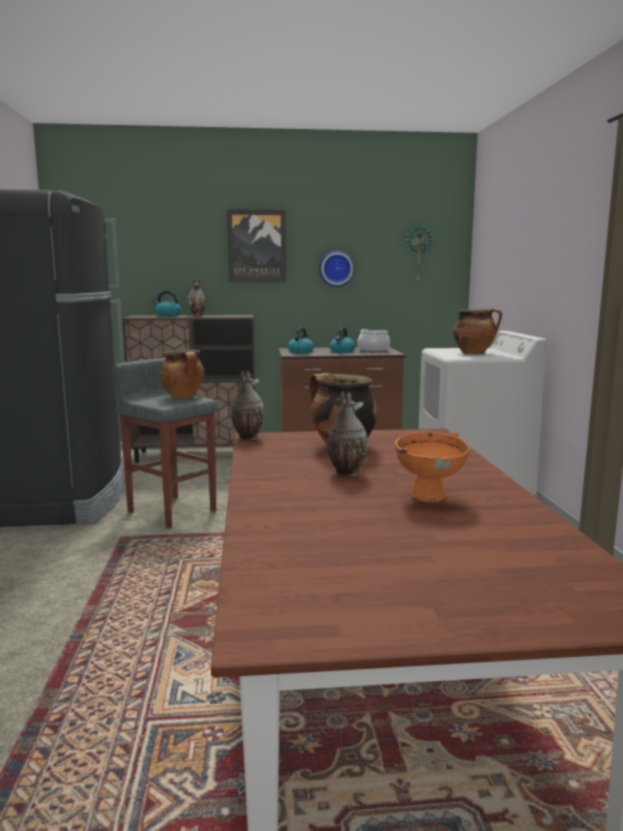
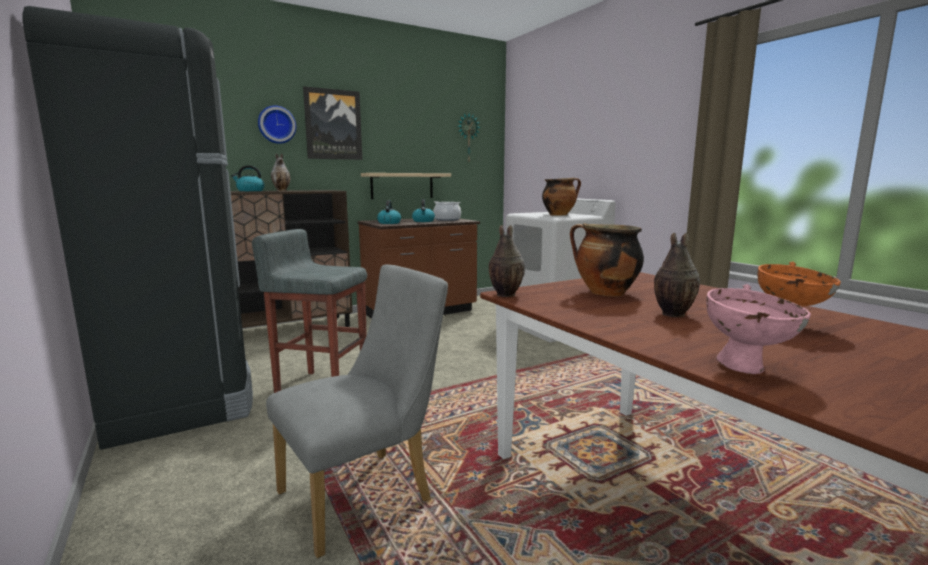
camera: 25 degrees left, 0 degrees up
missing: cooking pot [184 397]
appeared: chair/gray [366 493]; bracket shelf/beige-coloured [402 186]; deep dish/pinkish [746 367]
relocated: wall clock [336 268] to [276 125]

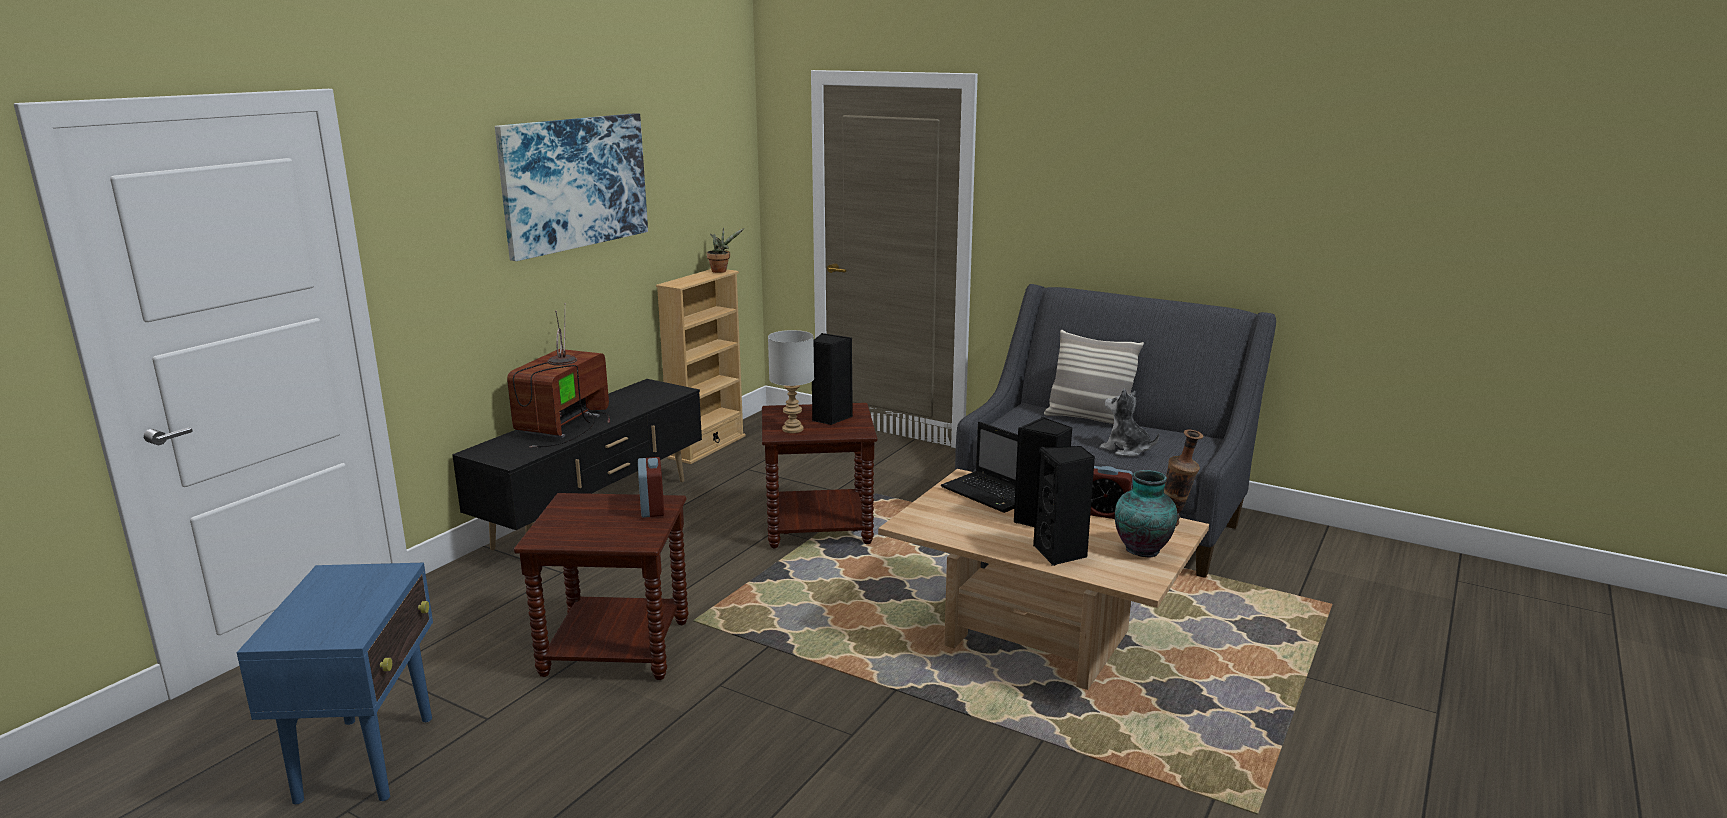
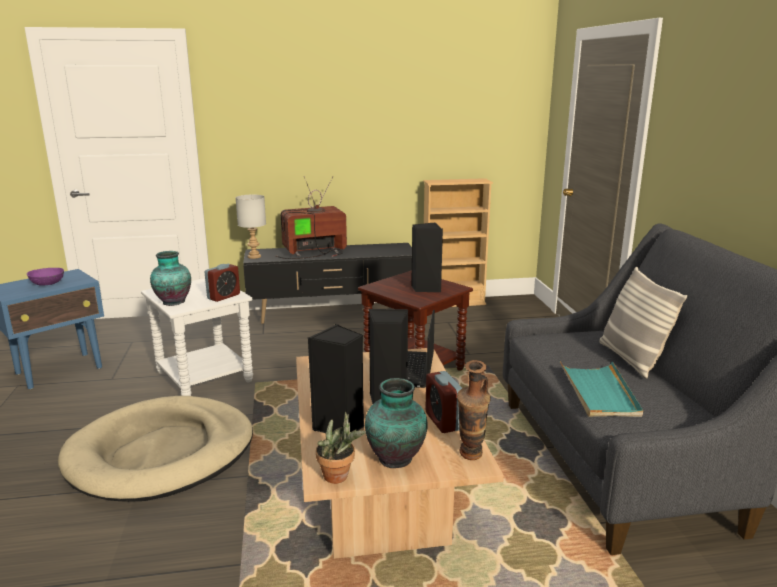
camera: 50 degrees right, 0 degrees up
missing: wall art [574 183]
appeared: deep dish/purplish [47 283]; dog cushion/beige-coloured [162 453]; vase [172 302]
relocated: plant in a pot [721 271] to [339 477]; lamp for a table/gray [792 429] to [254 256]
exchanged: soft toy [1126 450] to tray/blue-green [599 392]
colour: accent table/brown [617 648] to accent table/white [205 377]

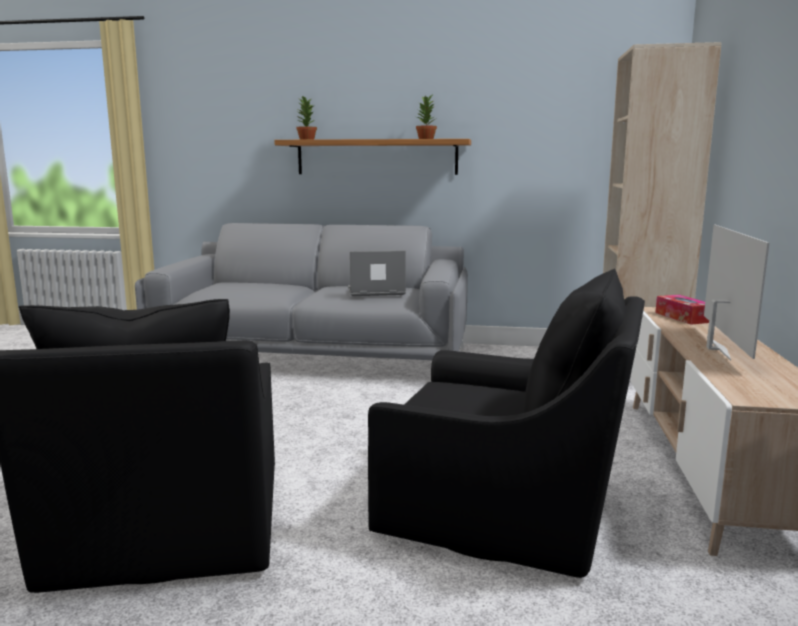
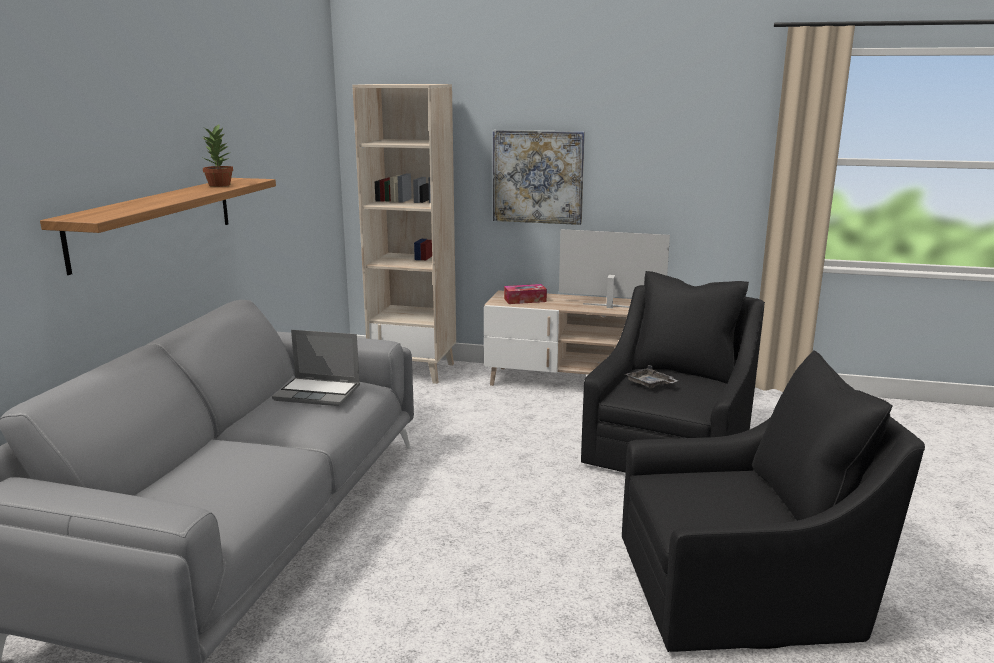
camera: 85 degrees left, 5 degrees up
missing: plant in a pot [306 139]
appeared: wall art [538 177]; tray/gray [650 384]
spun: notebook computer [375 292] = [319 393] 75 degrees counterclockwise

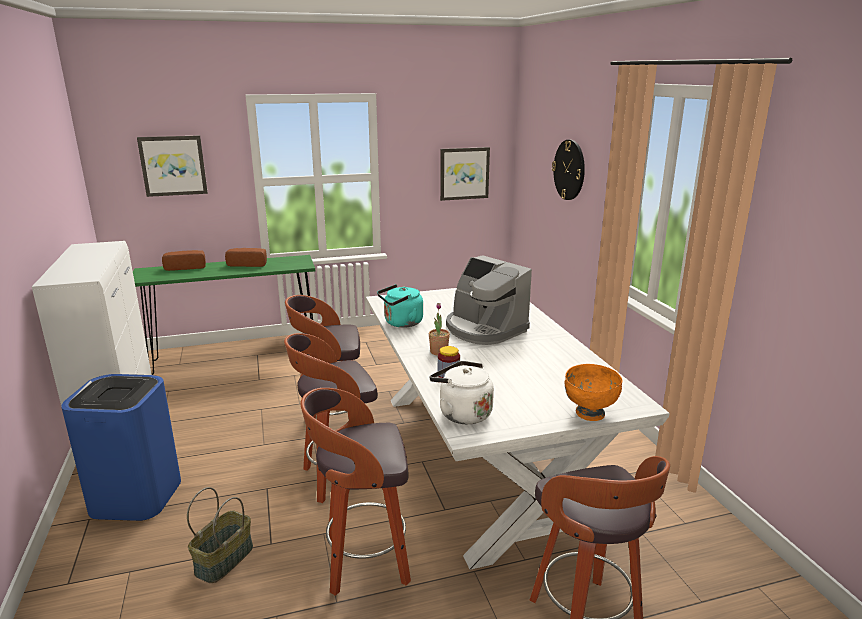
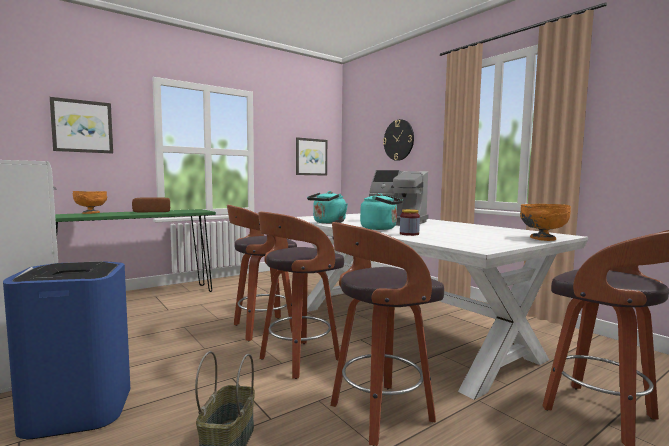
camera: 20 degrees left, 15 degrees down
missing: kettle/white [462 413]
exchanged: bakery bread [186 267] to deep dish/orange-coloured [91 213]; plant in a pot [439 352] to kettle/blue-green [381 228]

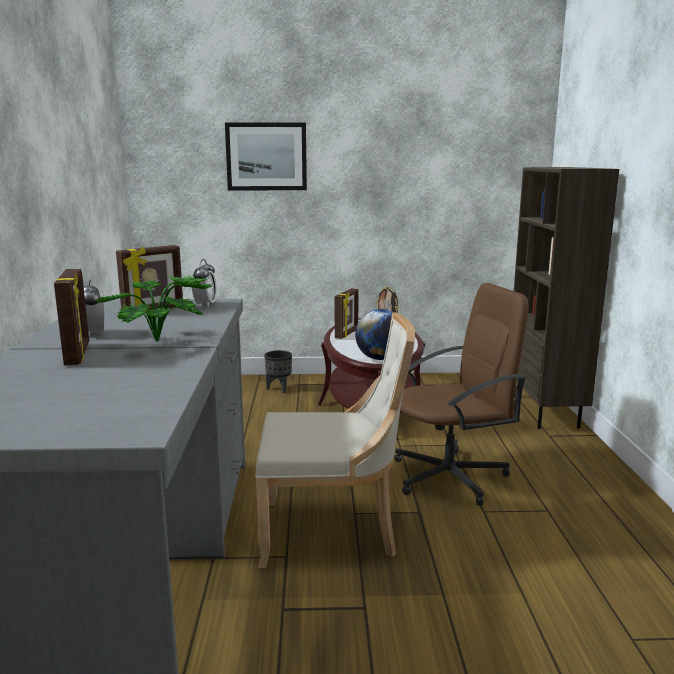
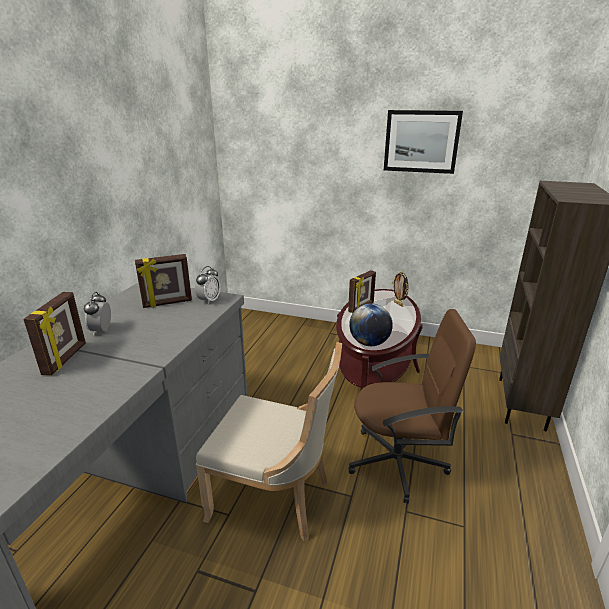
camera: 20 degrees right, 10 degrees up
missing: plant in a pot [163 342]; flower pot/black-coloured [279 389]
relocated: wall art [266 156] to [421 141]

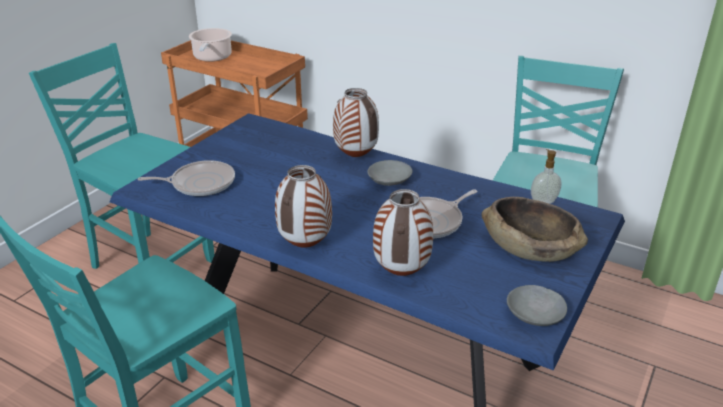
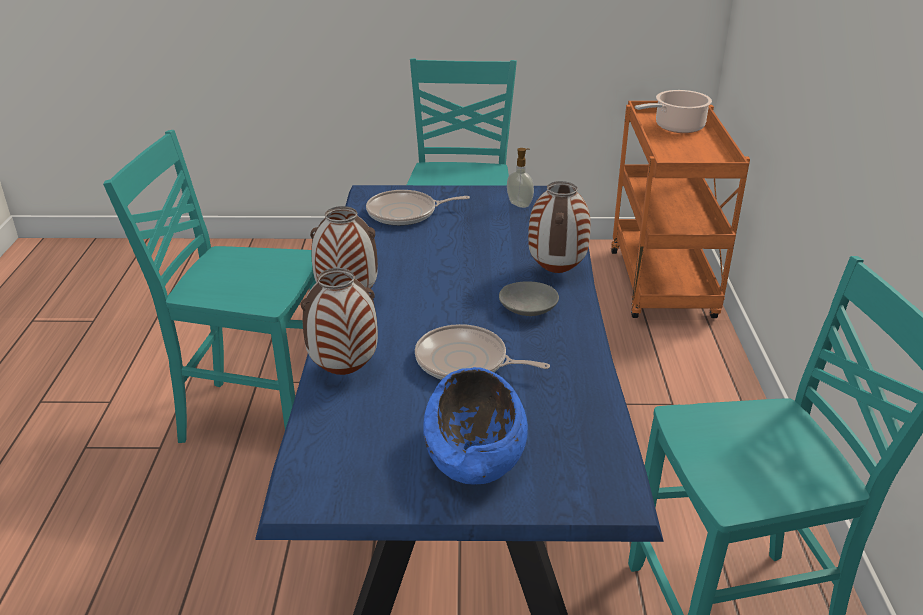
camera: 60 degrees right, 0 degrees up
missing: deep dish/gray [535 314]
relocated: liquid soap bottle [543 201] to [520 204]
colour: deep dish/brown [530 248] to deep dish/blue [476 453]
spun: frying pan [200 183] = [405 213] 120 degrees clockwise

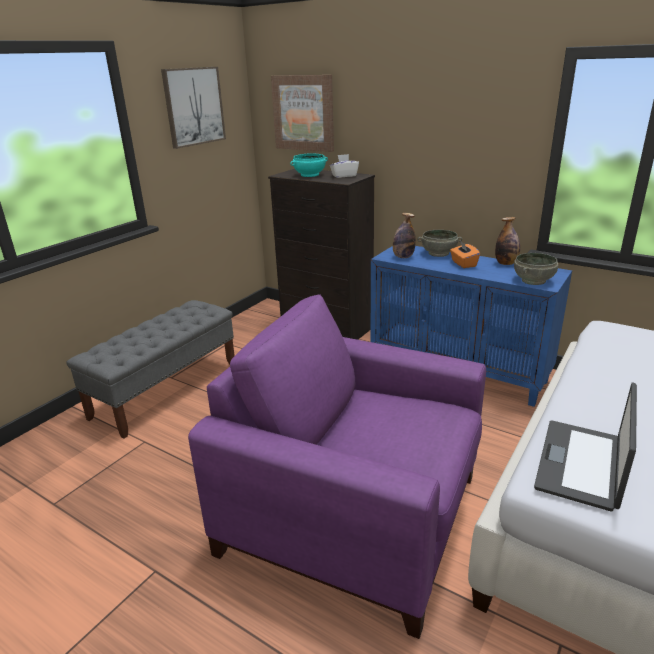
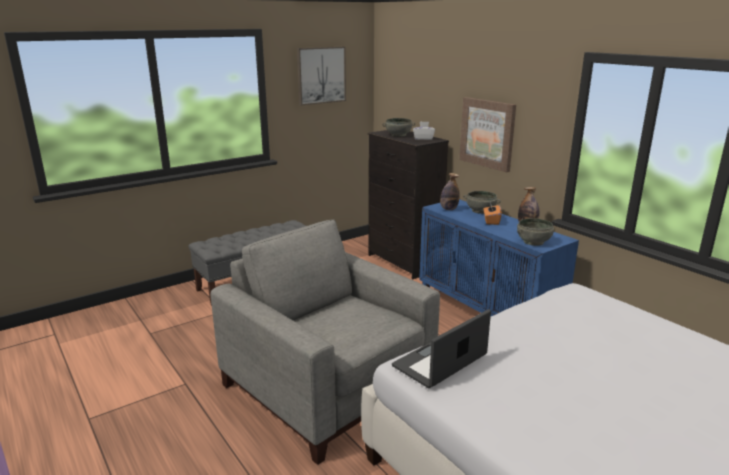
camera: 20 degrees right, 5 degrees down
relocated: wall art [303 113] to [487 133]
colour: easy chair/purplish [355 514] to easy chair/gray [330 387]; deep dish/blue-green [309 175] to deep dish/gray [398 135]

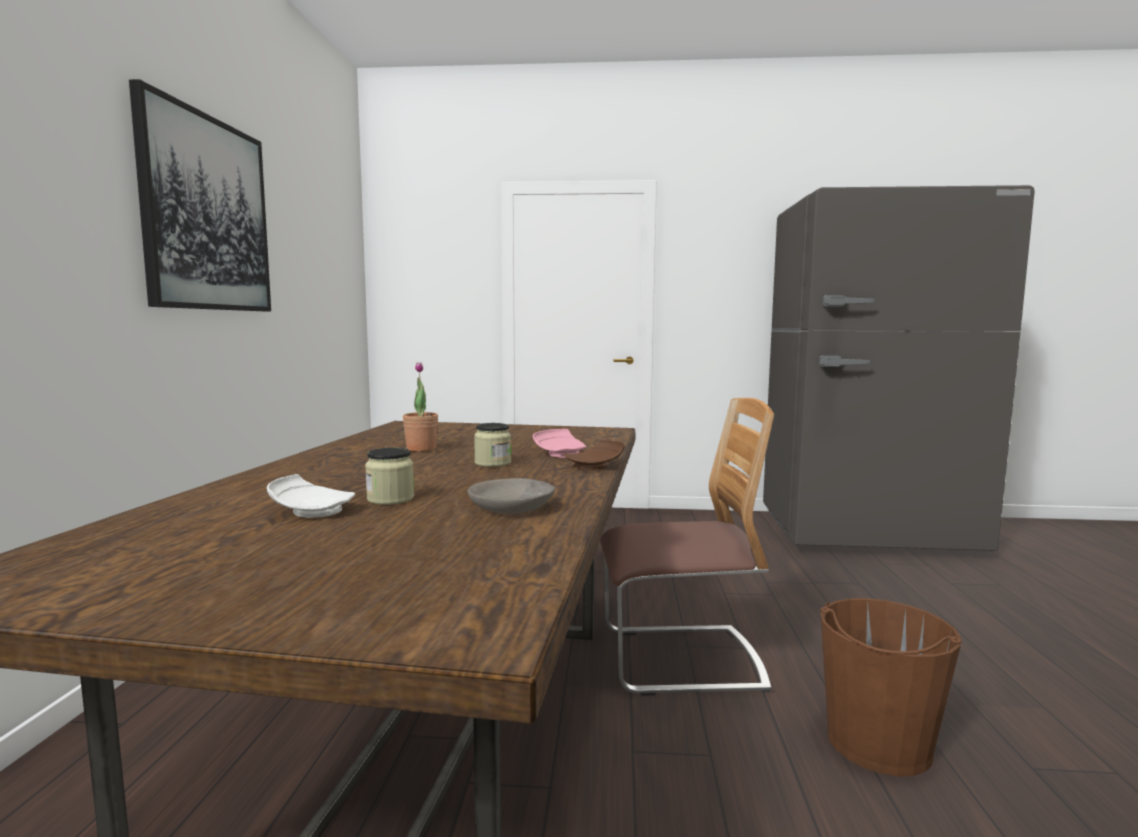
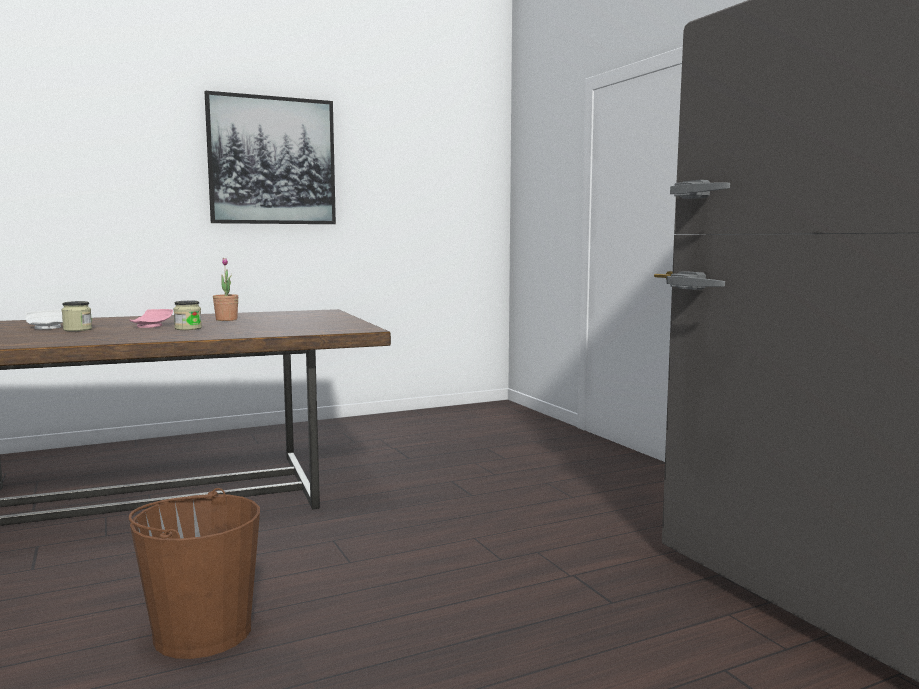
camera: 60 degrees right, 0 degrees up
missing: deep dish/gray [513 508]; dinner plate/brown [595 466]; chair [680 660]
relocated: dinner plate/pinkish [561 454] to [152 326]

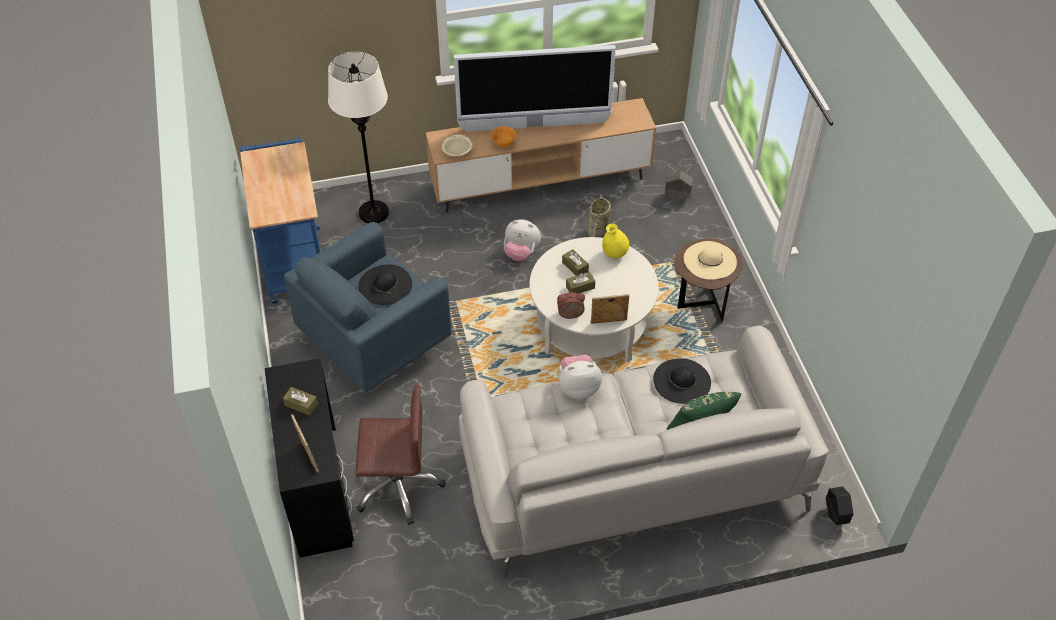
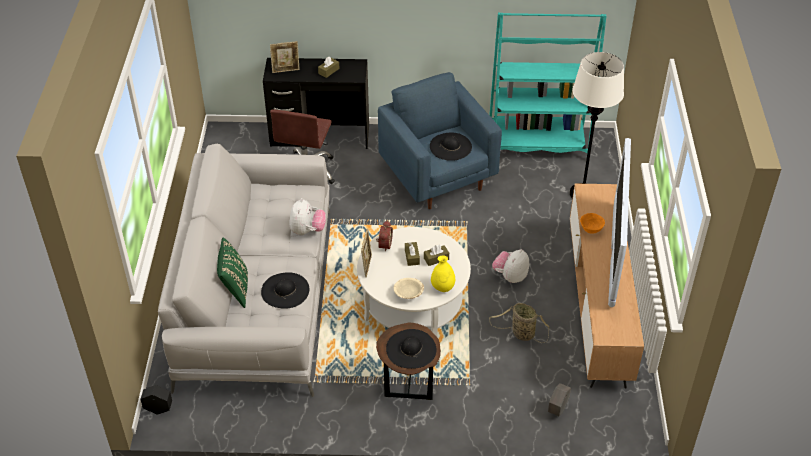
camera: 105 degrees right, 5 degrees down
relocated: deep dish/beige-coloured [457 152] to [408 294]
exchanged: trolley/blue [294 260] to bookshelf/blue-green [538 145]
colour: hat/beige-coloured [710 260] to hat/black-coloured [411 349]

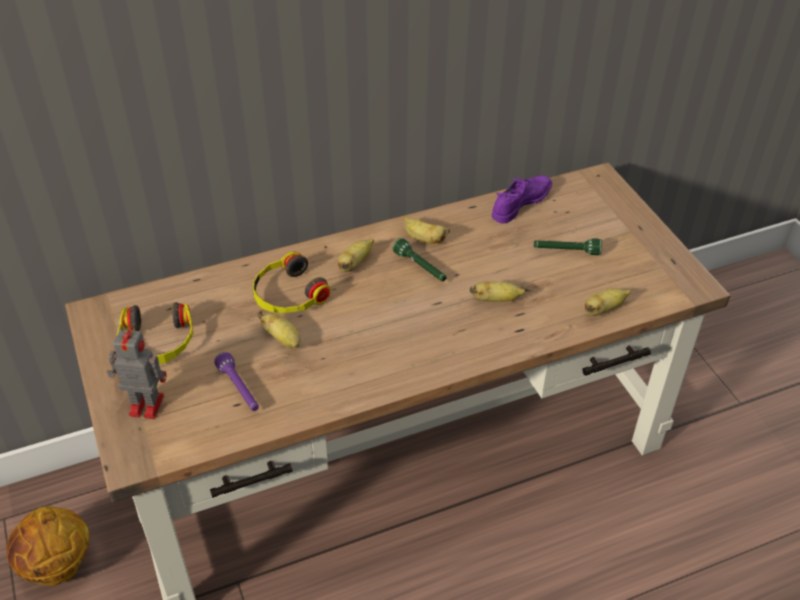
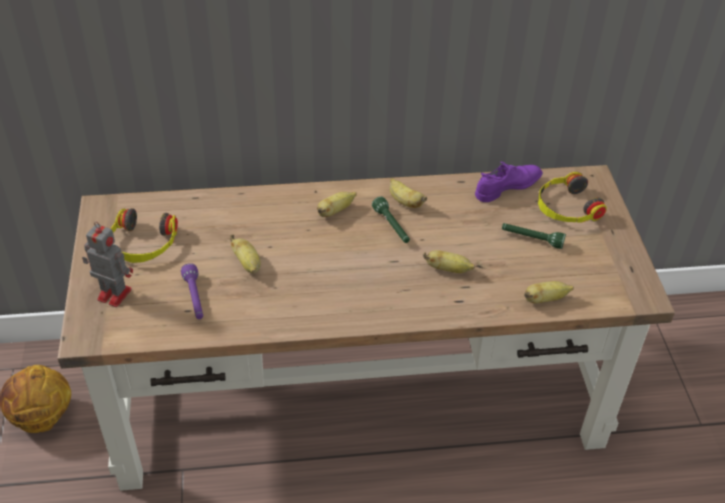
camera: 15 degrees right, 0 degrees up
relocated: headset [288 294] to [566 207]

